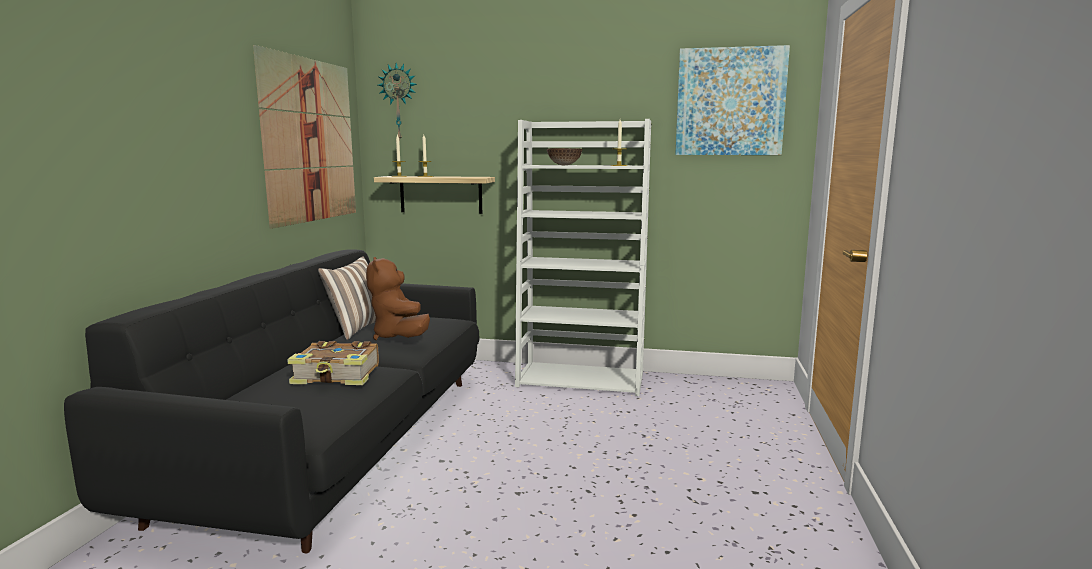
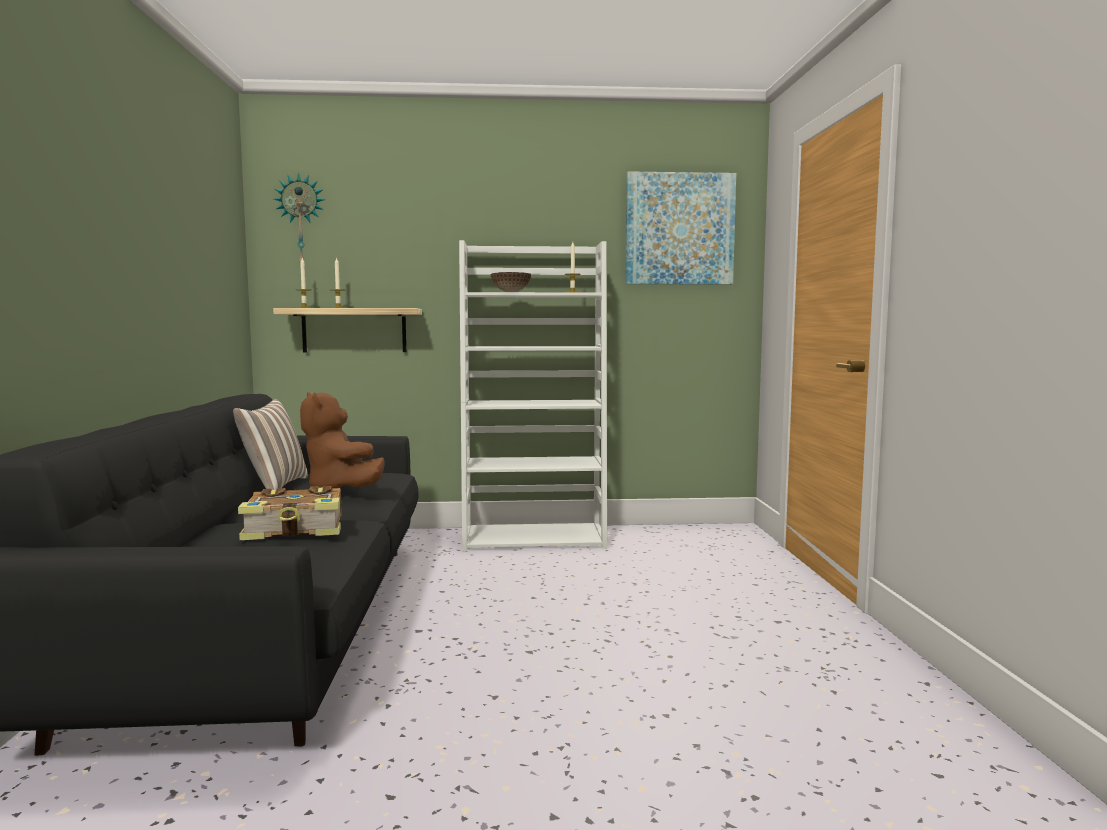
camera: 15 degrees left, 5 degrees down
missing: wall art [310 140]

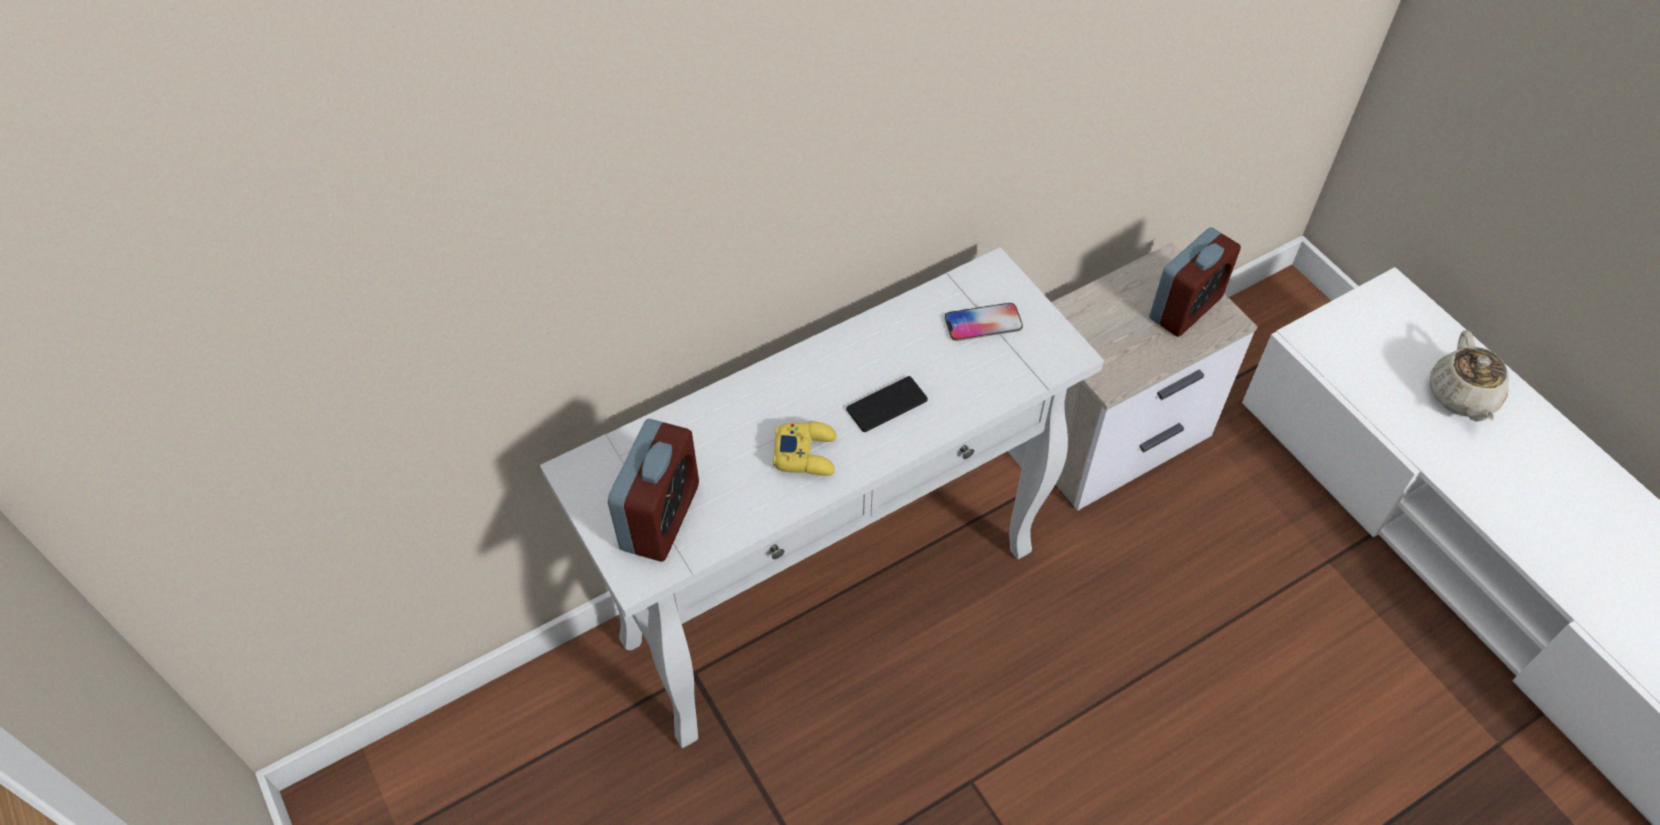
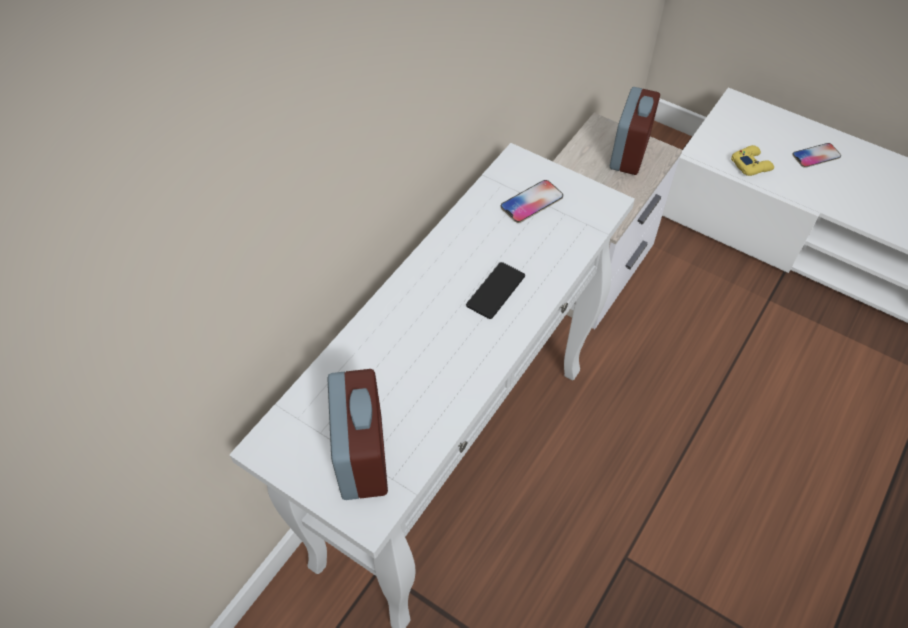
camera: 25 degrees left, 0 degrees up
relocated: joypad/yellowish [806 453] to [751 164]
exchanged: tea pot/beige-coloured [1461 397] to telephone [816 156]

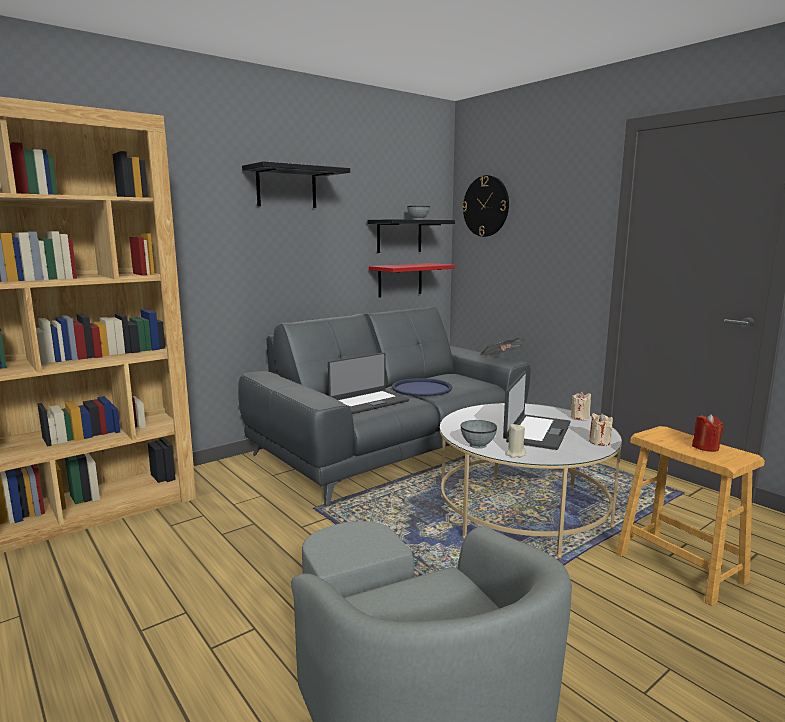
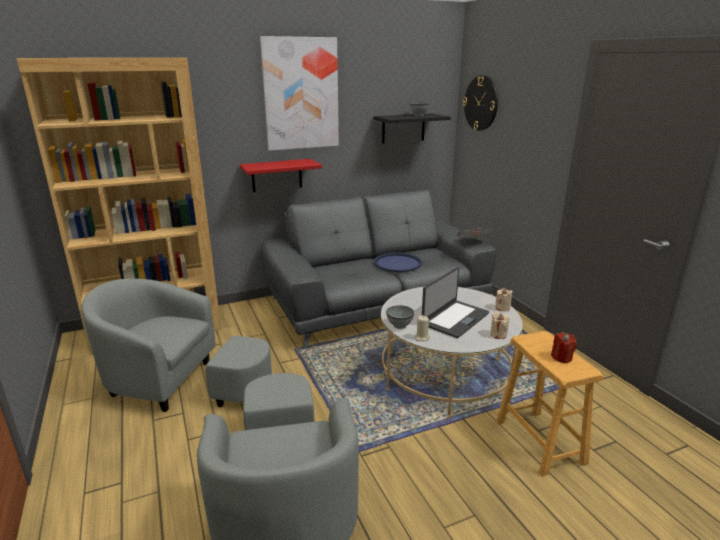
camera: 15 degrees right, 10 degrees up
missing: notebook computer [368 402]
appeared: easy chair/gray [178 384]
relocated: bracket shelf/red-coloured [400 280] to [276 175]
exchanged: bracket shelf/black-coloured [286 188] to wall art [301 94]

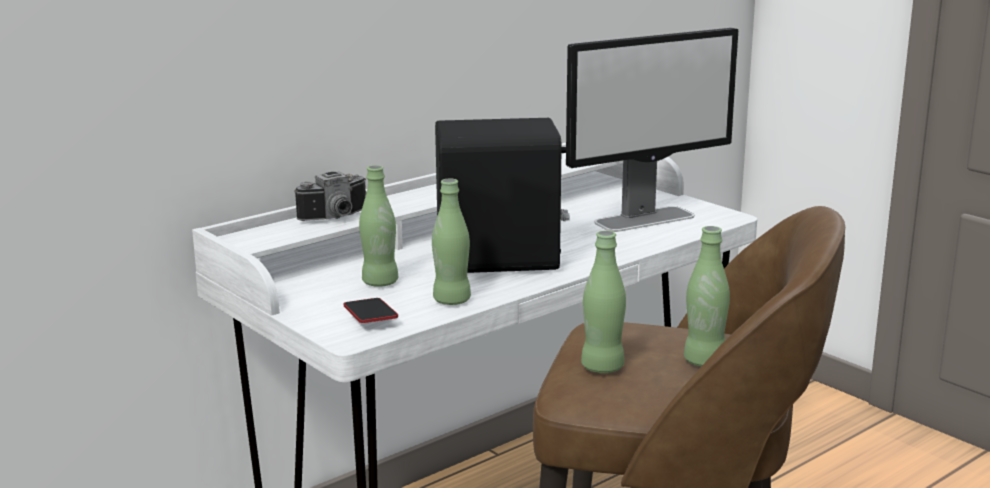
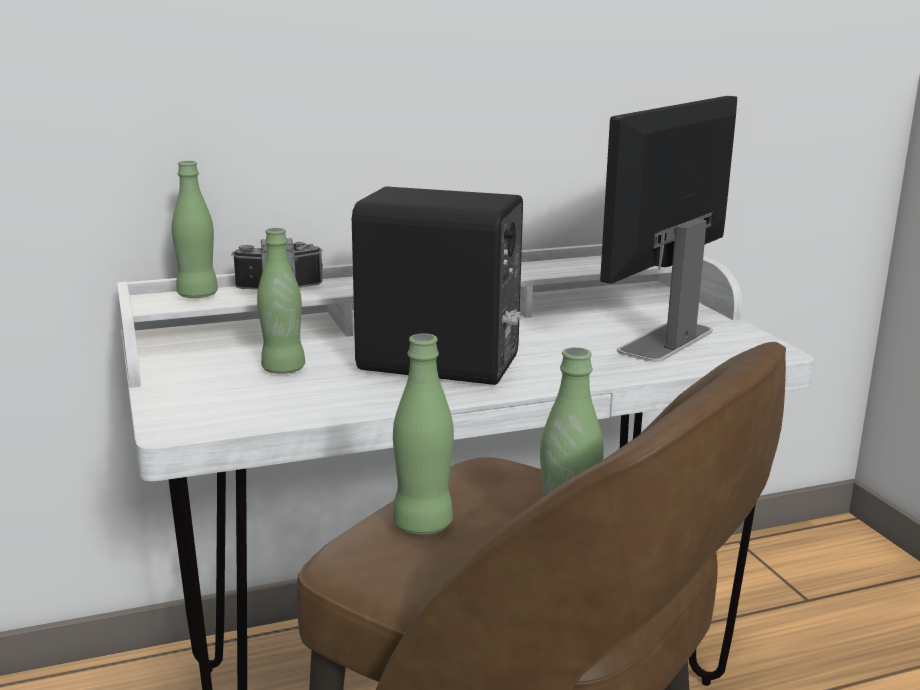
camera: 20 degrees right, 0 degrees up
missing: telephone [370 316]
relocated: drink bottle/green [451 300] to [197 295]
spun: computer screen [645 219] = [665 341] 135 degrees clockwise

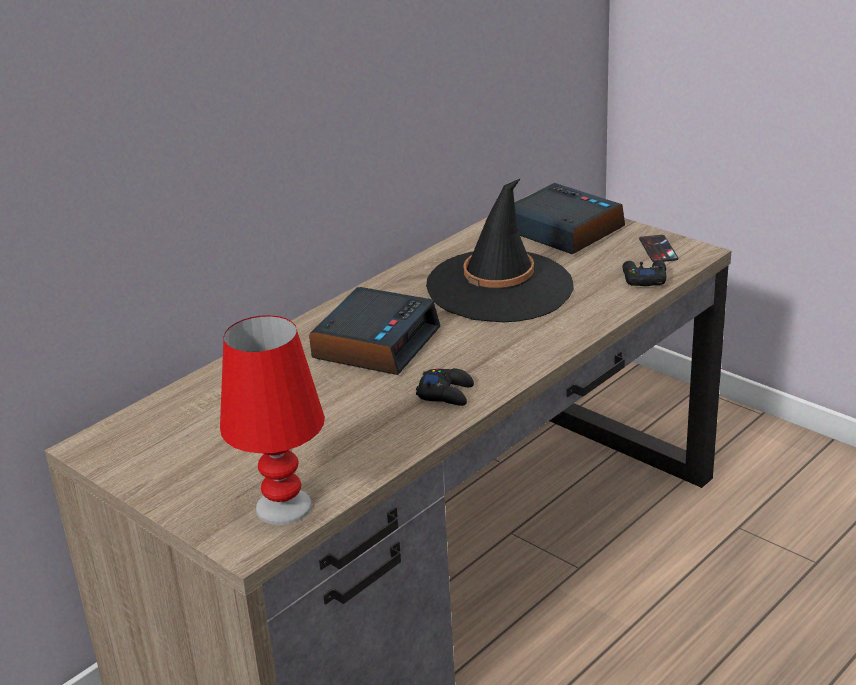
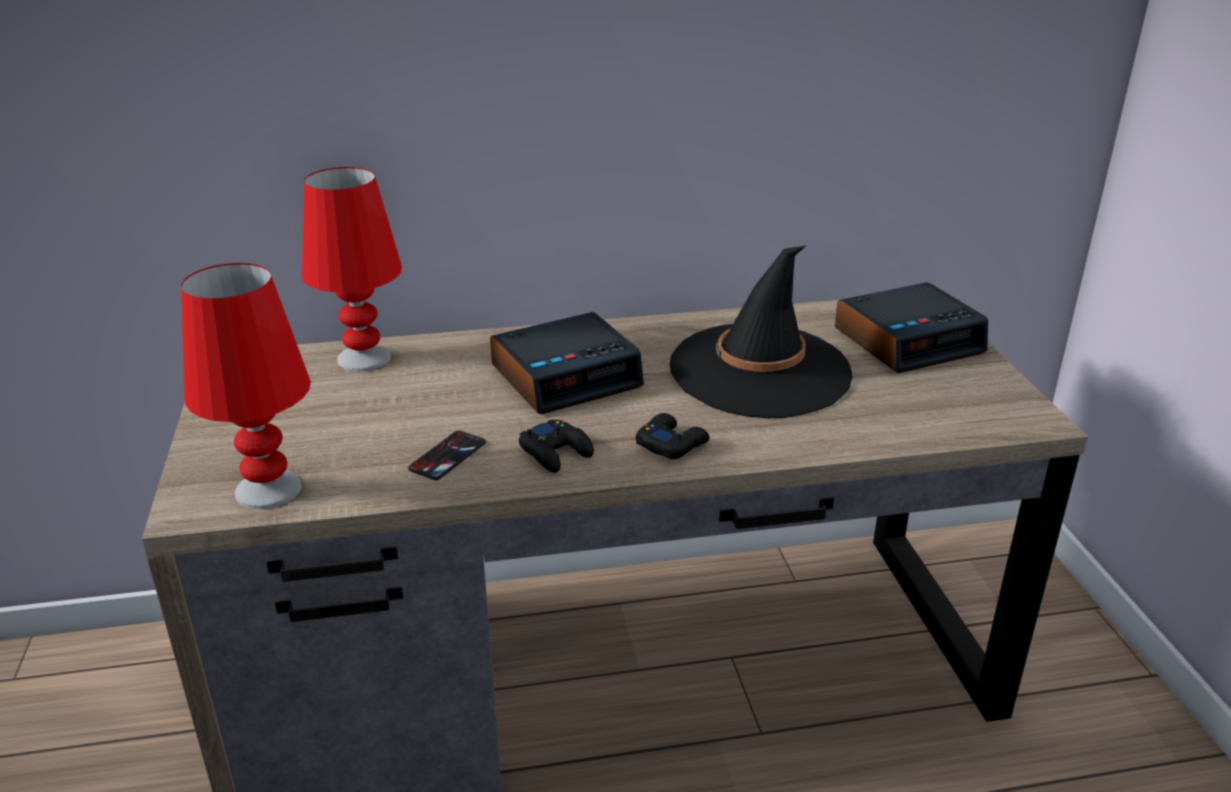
camera: 35 degrees right, 0 degrees up
appeared: lamp for a table/red-coloured [364 358]
relocated: joypad/black-coloured [644 279] to [671 444]; telephone [658 249] to [447 456]
spun: bedside clock [563 230] = [908 340] 75 degrees clockwise

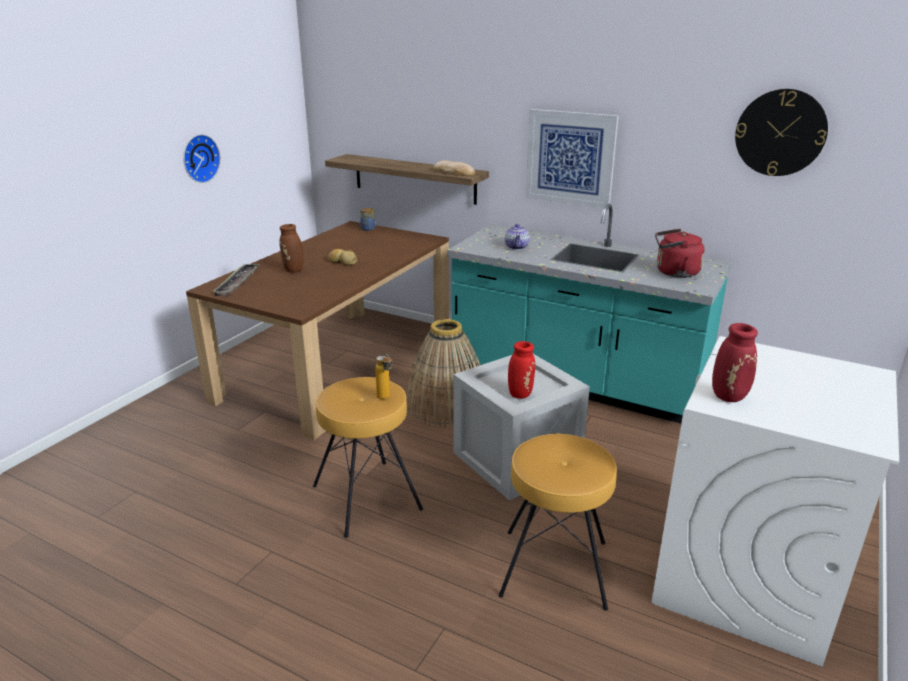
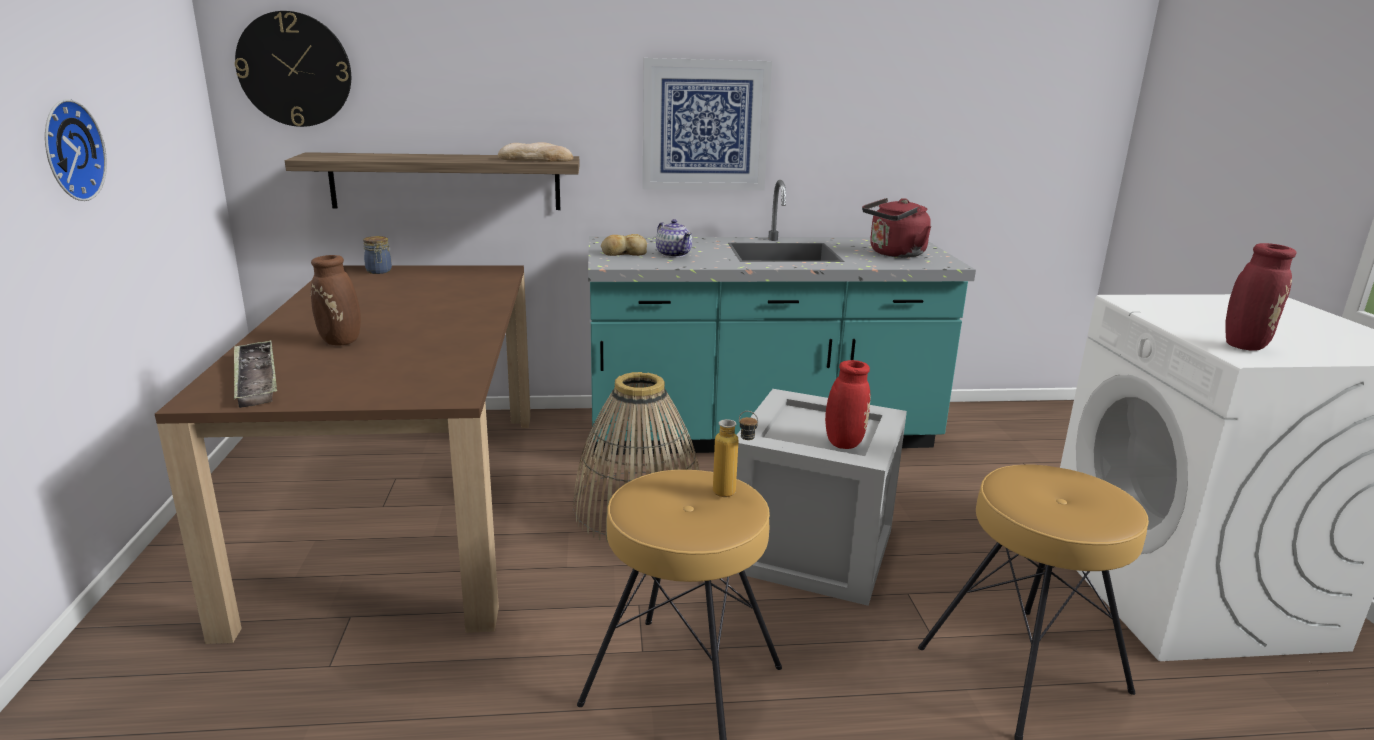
camera: 35 degrees left, 5 degrees down
relocated: bakery bread [342 262] to [623 253]; wall clock [780 133] to [294 69]

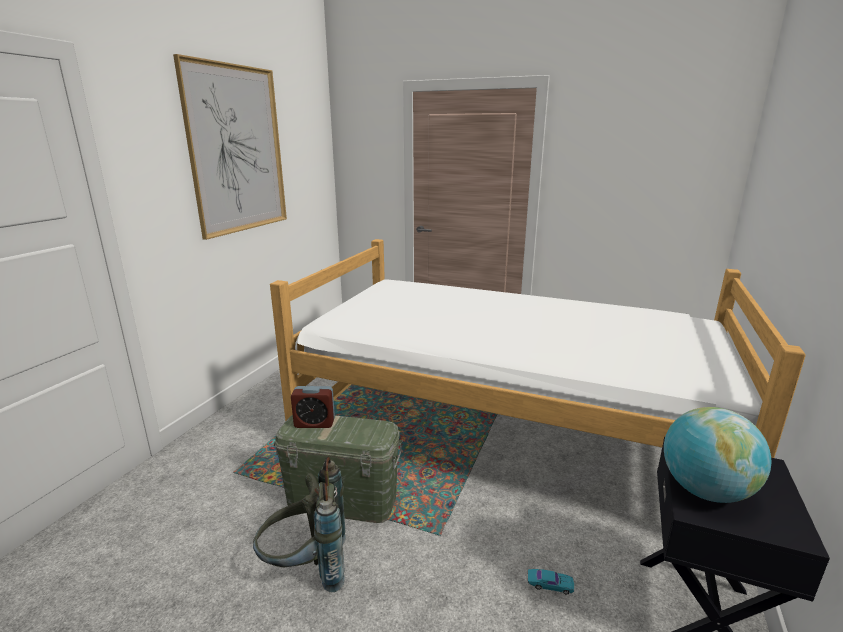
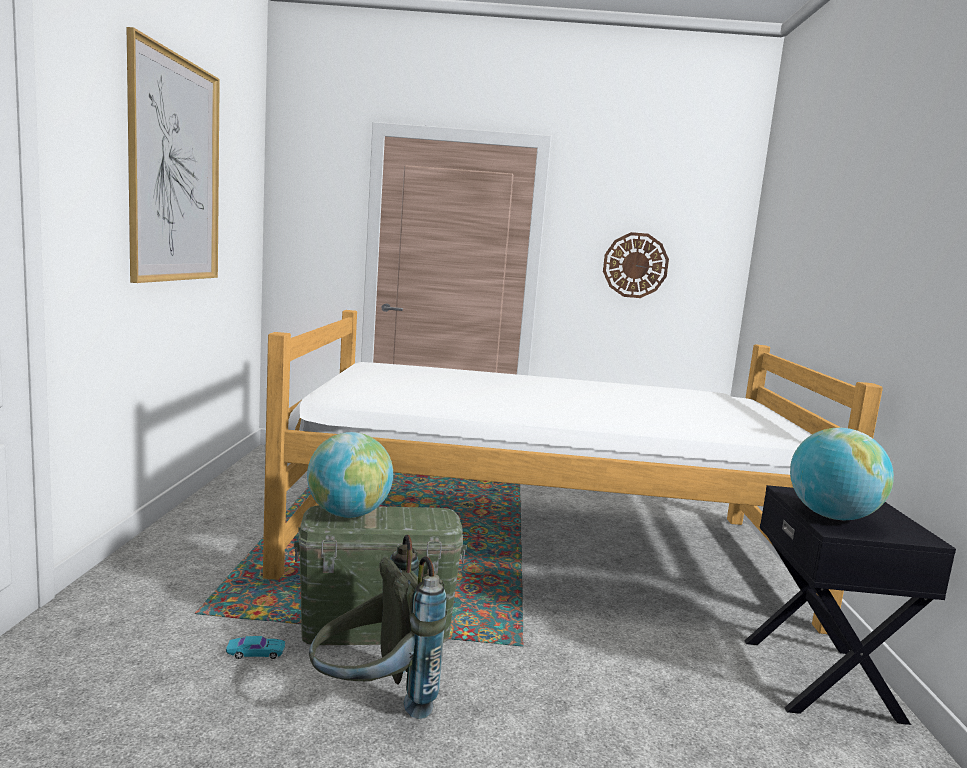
camera: 20 degrees left, 10 degrees down
appeared: wall clock [635 265]
relocated: miniature car/blue-green [550 584] to [256 652]
exchanged: bedside clock [314 423] to desk globe [348 514]

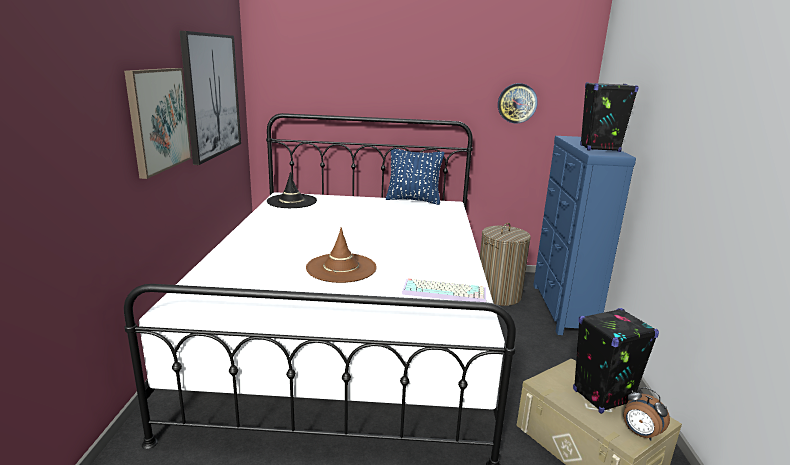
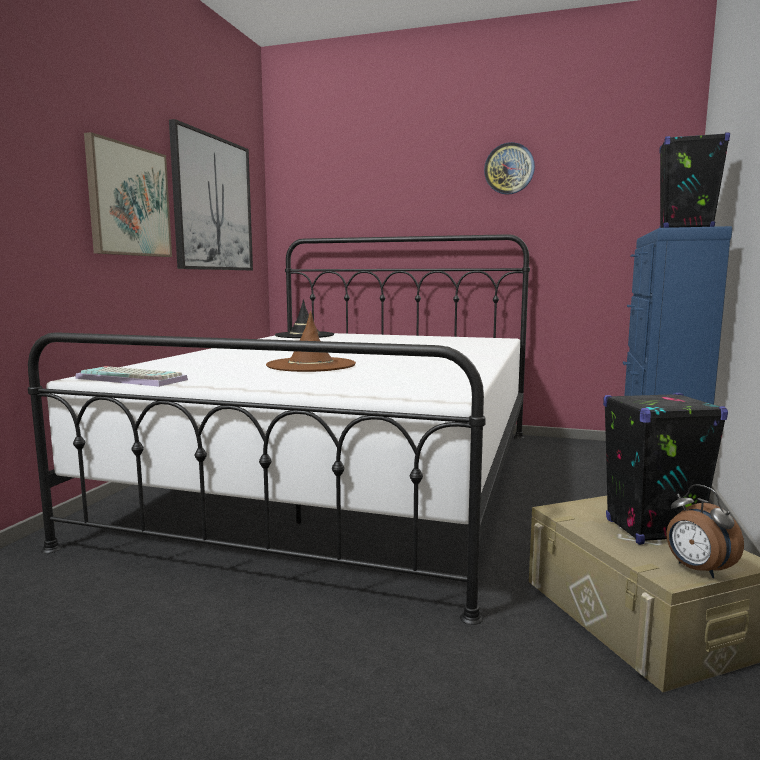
camera: 15 degrees right, 10 degrees down
missing: throw pillow/blue [413 200]; hamper [498 295]
relocated: PC keyboard [445 291] to [134 379]; wall clock [517 103] to [509 169]

